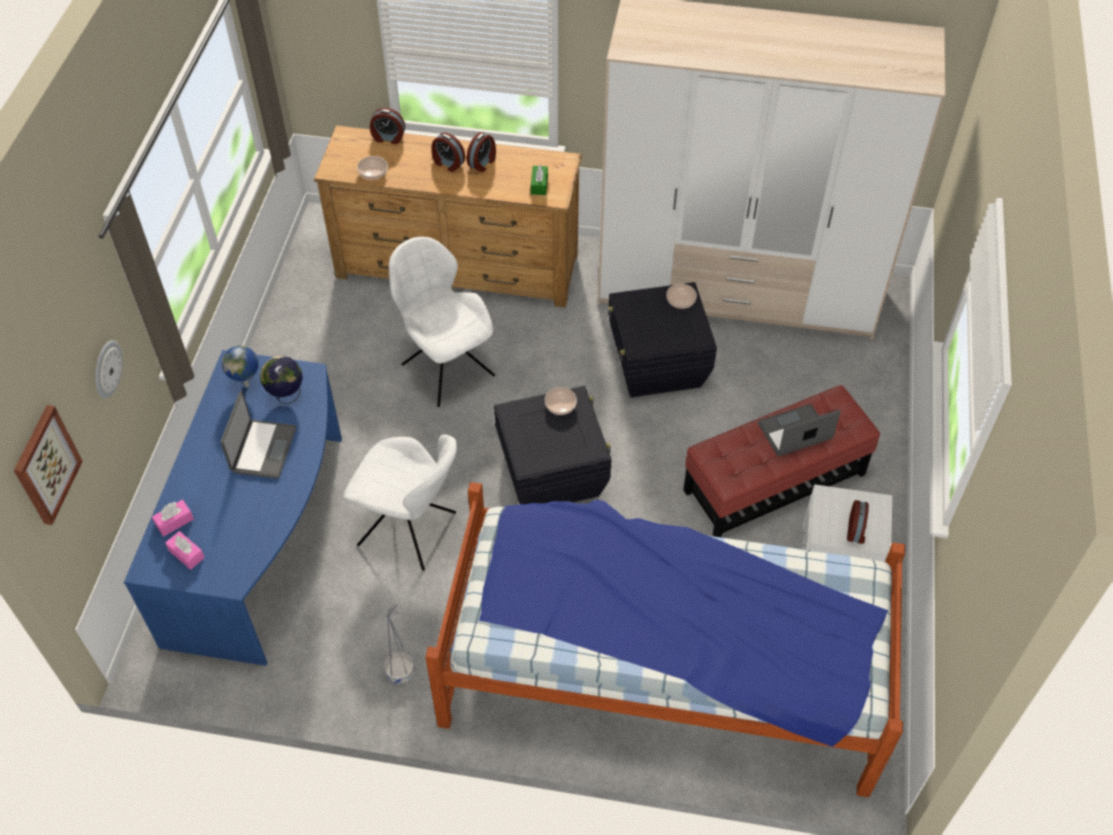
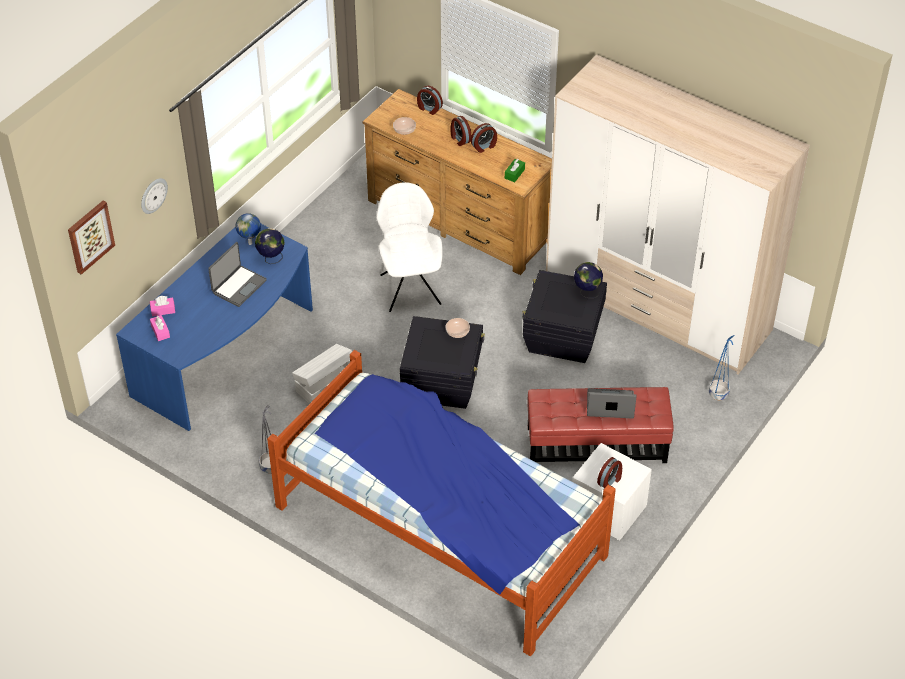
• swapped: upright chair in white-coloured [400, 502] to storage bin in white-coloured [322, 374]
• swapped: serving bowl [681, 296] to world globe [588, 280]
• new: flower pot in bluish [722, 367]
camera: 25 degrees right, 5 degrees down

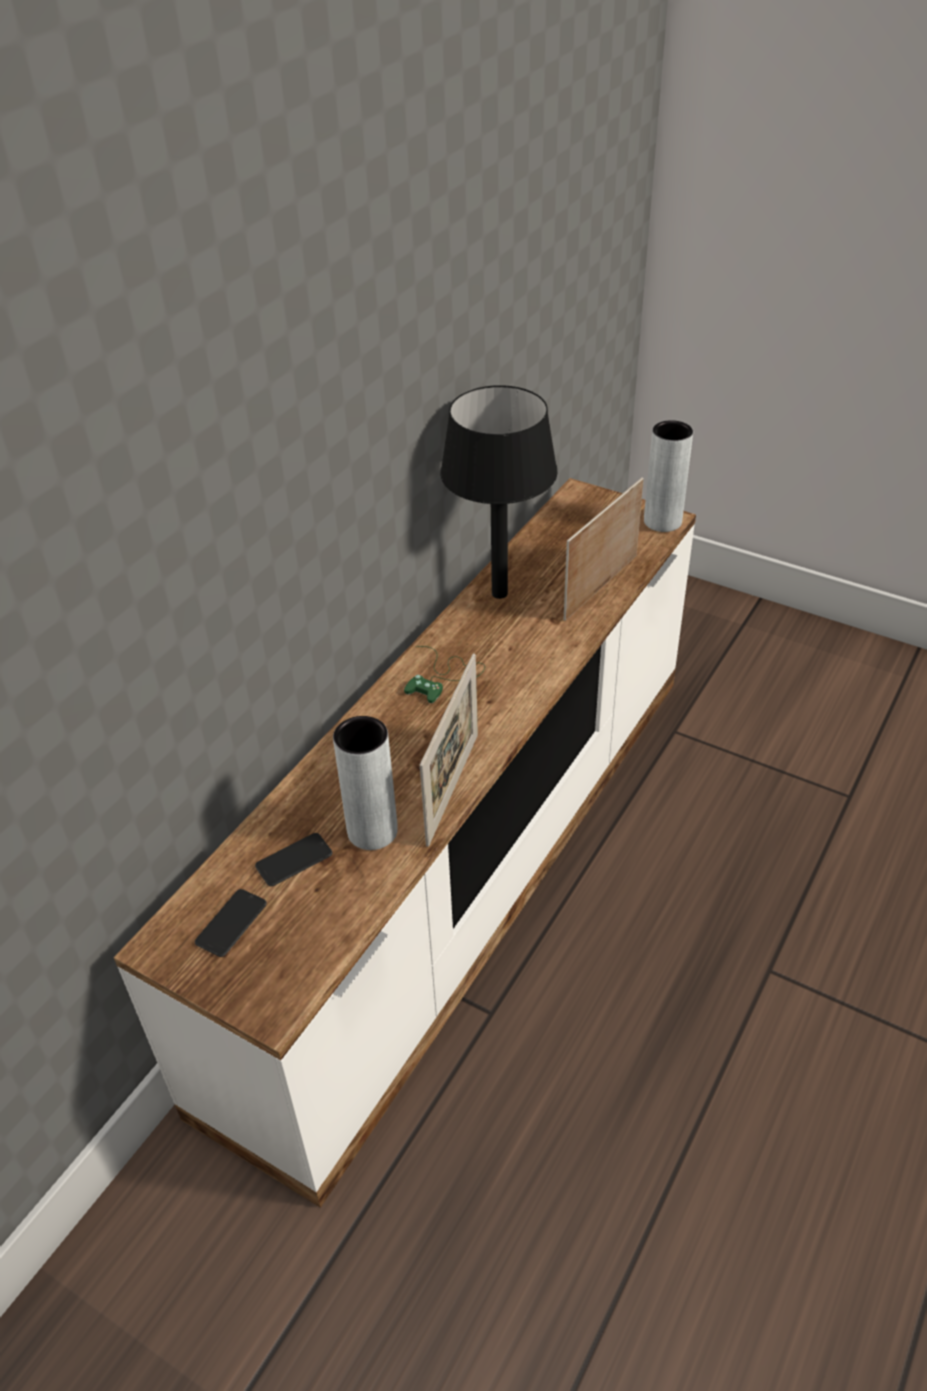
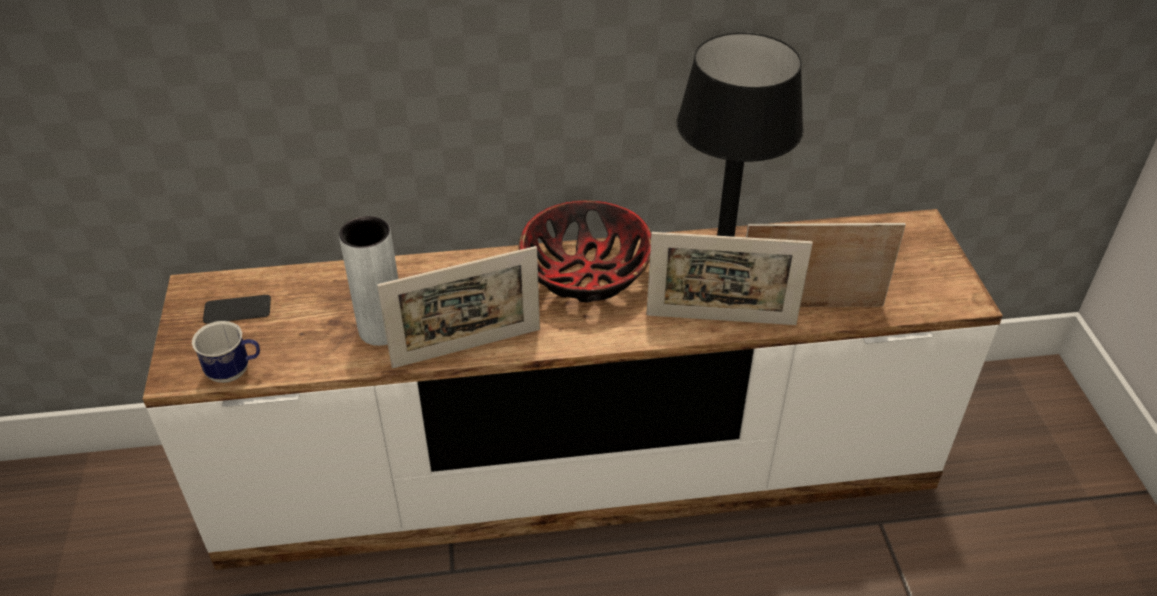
• new: mug [226, 352]
• swapped: joypad in greenish [444, 674] to serving bowl [585, 251]
• new: photo frame [729, 278]
• gone: telephone [293, 859]
• gone: vase in grey [668, 476]
camera: 50 degrees right, 0 degrees up

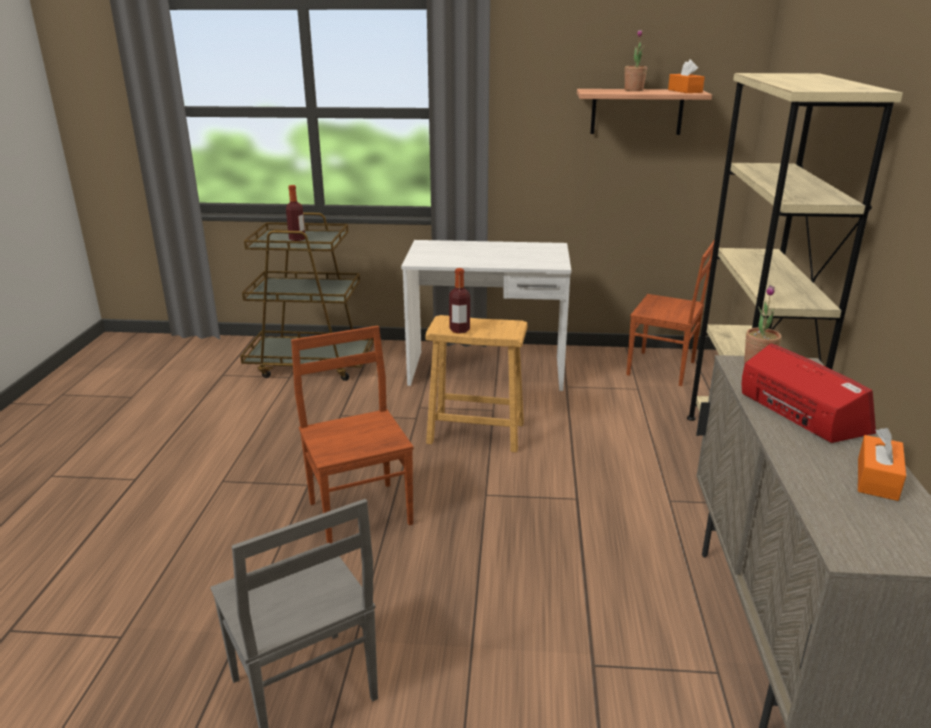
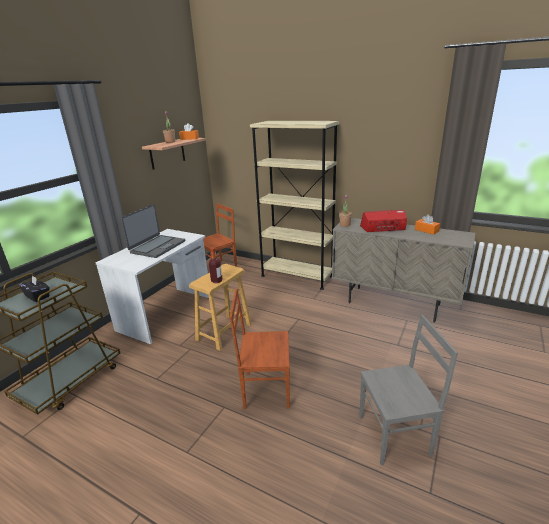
• swapped: beverage bottle [295, 213] to tissue box in black [34, 288]
• new: portable computer [153, 231]
camera: 65 degrees left, 0 degrees up

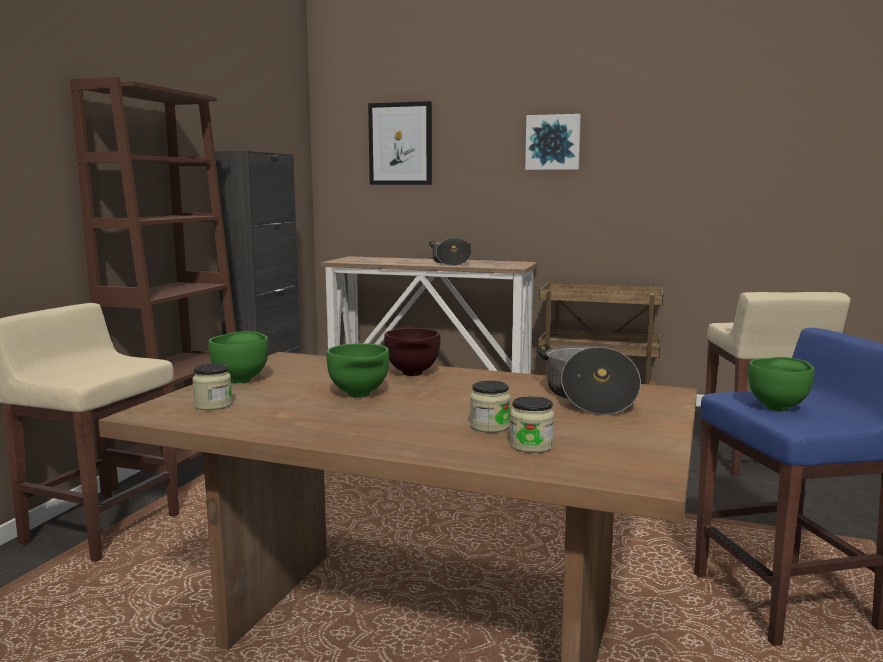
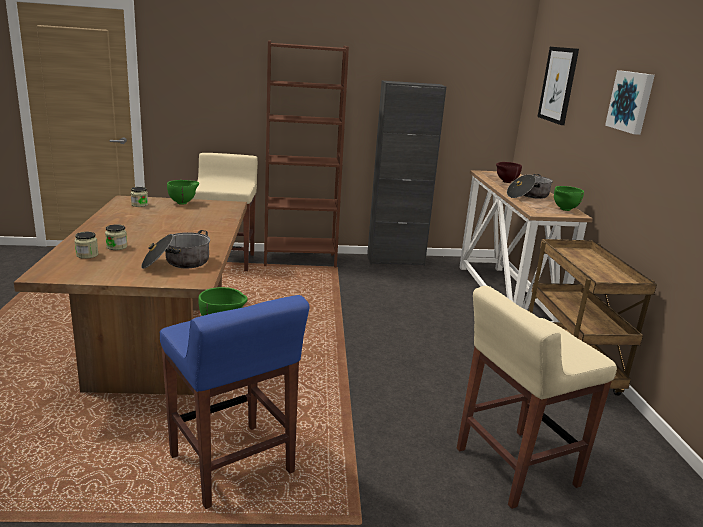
• shifted: serving bowl in brownish [412, 352] to [509, 172]
• shifted: serving bowl in greenish [358, 370] to [569, 198]
camera: 65 degrees right, 10 degrees up

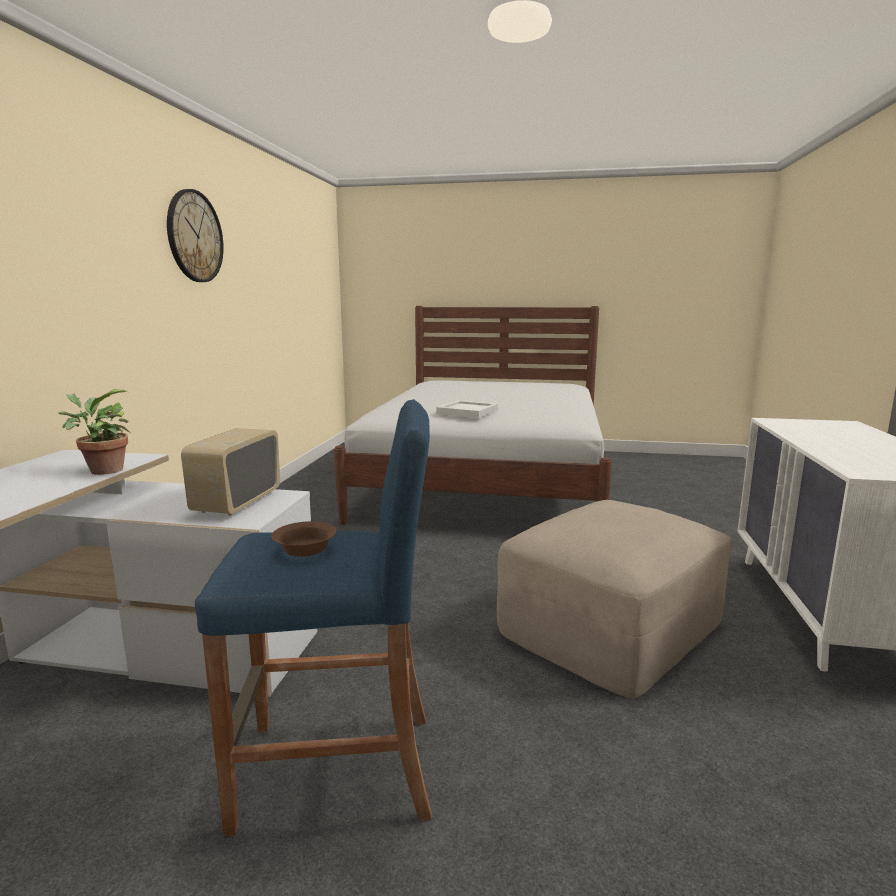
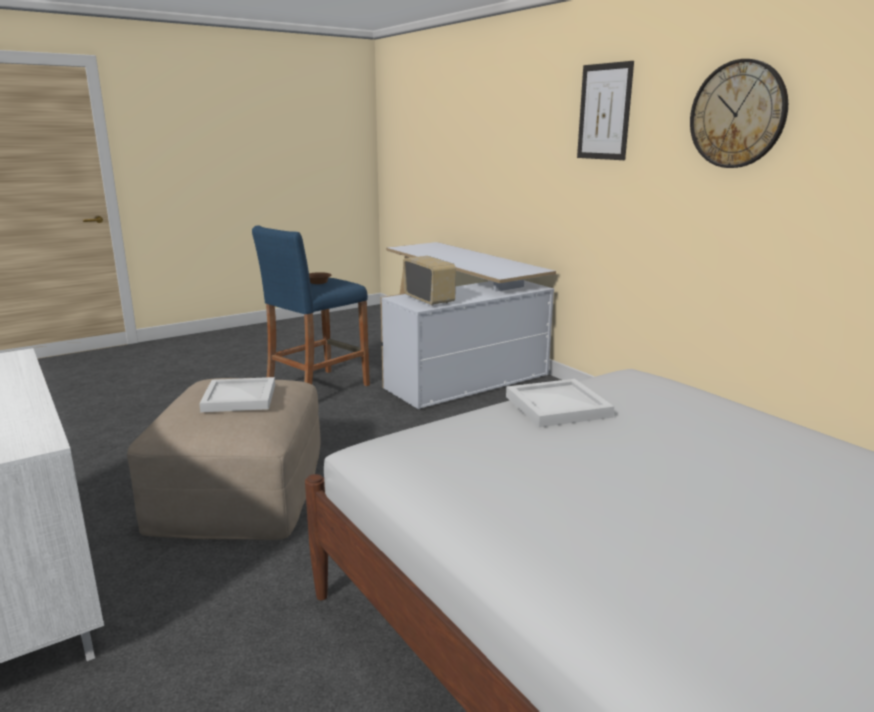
• new: serving tray in white-coloured [237, 394]
• new: picture [605, 110]
• gone: houseplant [94, 432]
camera: 135 degrees right, 5 degrees up

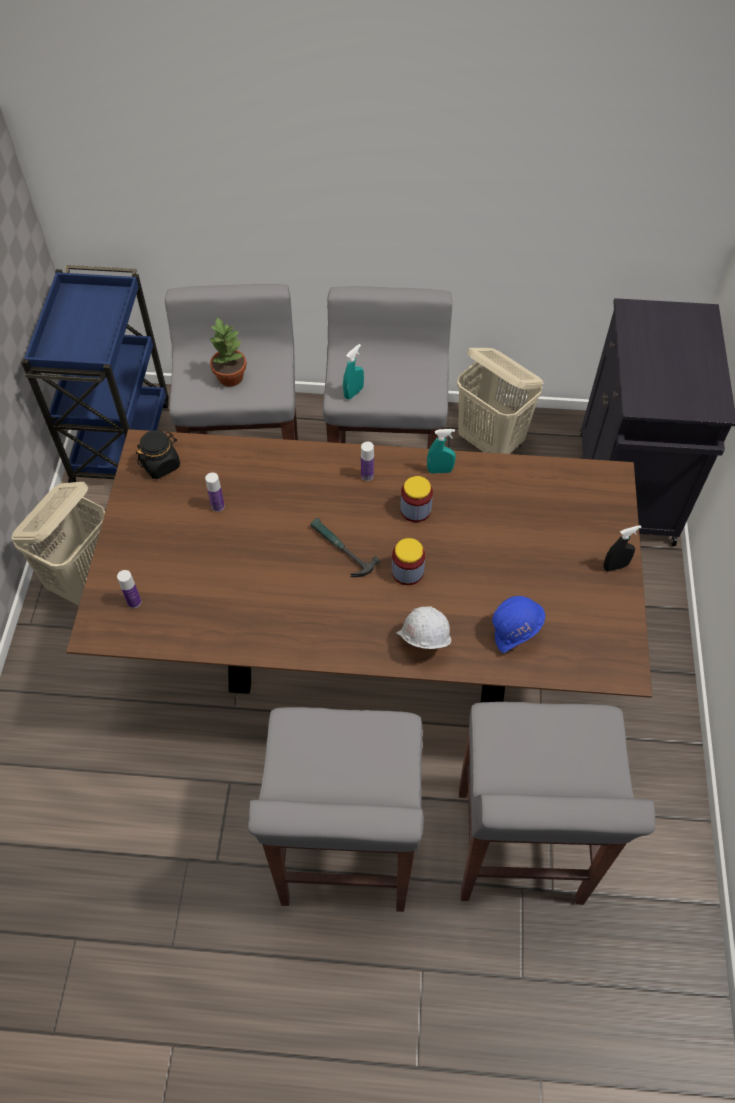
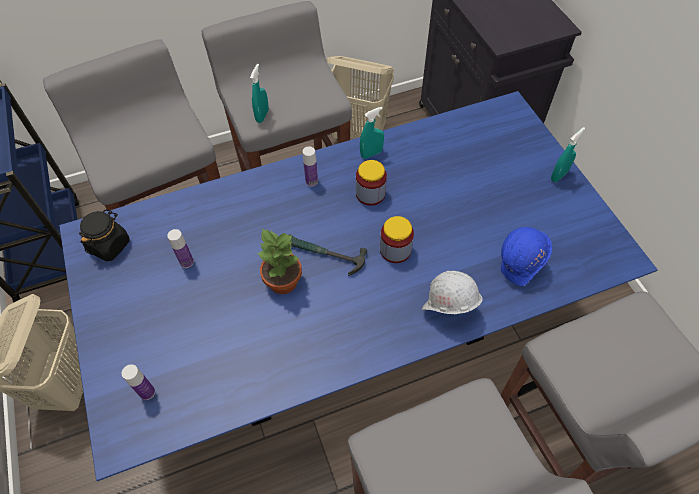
• repainted: dinner table in brownish [359, 566] to dinner table in bluish [358, 286]
• shifted: houseplant [228, 352] to [279, 261]
• repainted: hand sprayer in black [622, 548] to hand sprayer in turquoise [568, 154]
camera: 25 degrees left, 0 degrees up

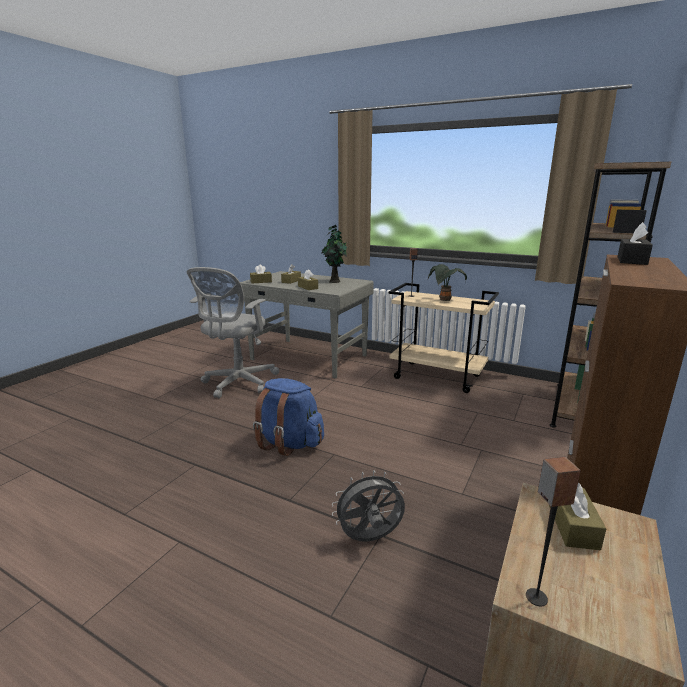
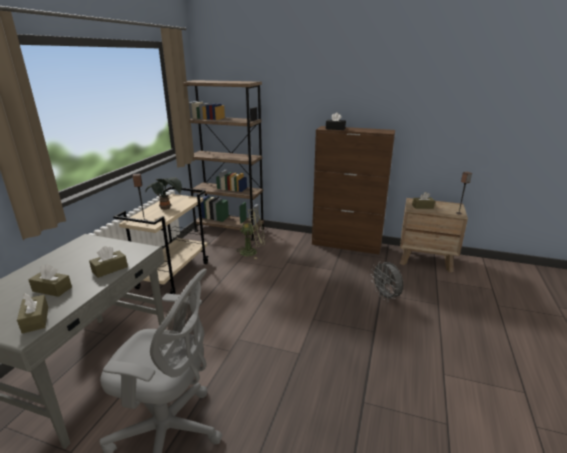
• new: fan in greenish [250, 234]
• gone: backpack in bluish [288, 417]
• gone: houseplant [334, 254]
camera: 100 degrees left, 5 degrees up

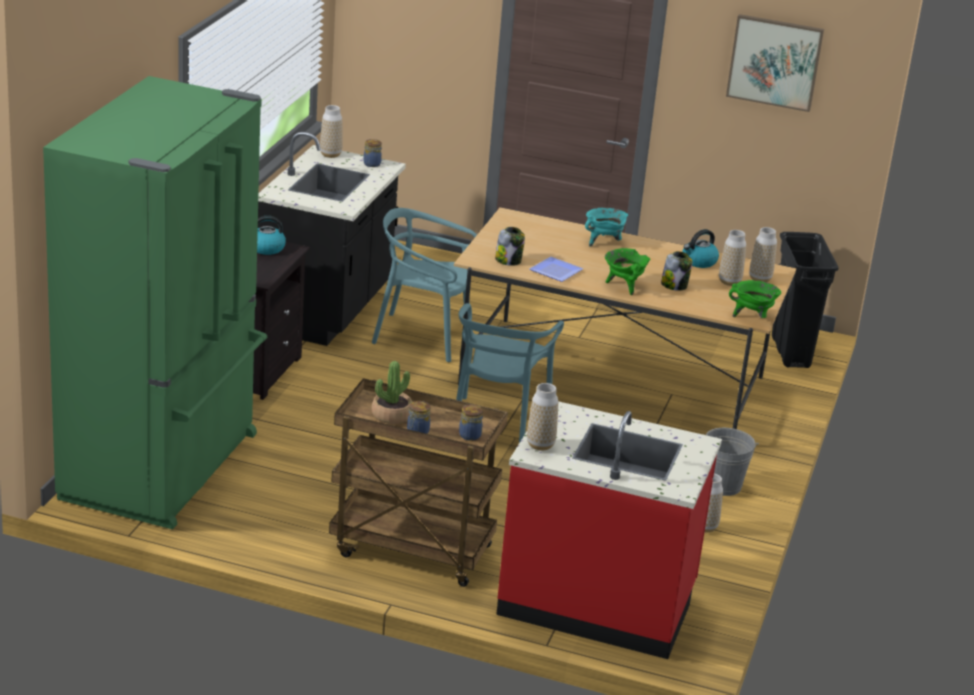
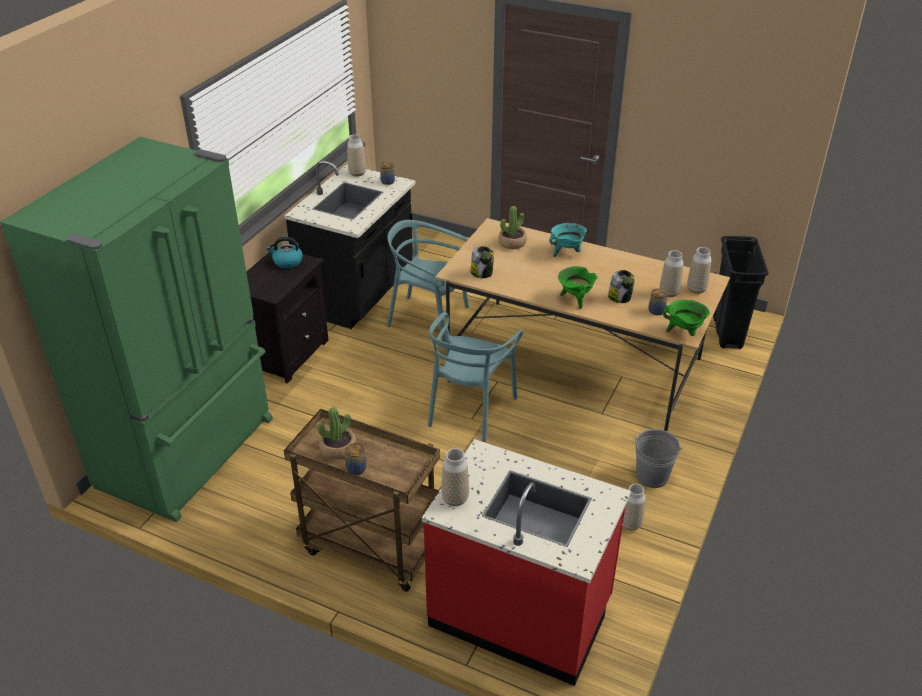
• new: houseplant [512, 227]
• shifted: preserve jar [471, 423] to [658, 302]
• gone: plate [556, 269]
• gone: water kettle [700, 248]
• gone: picture [775, 63]
camera: 10 degrees right, 10 degrees up

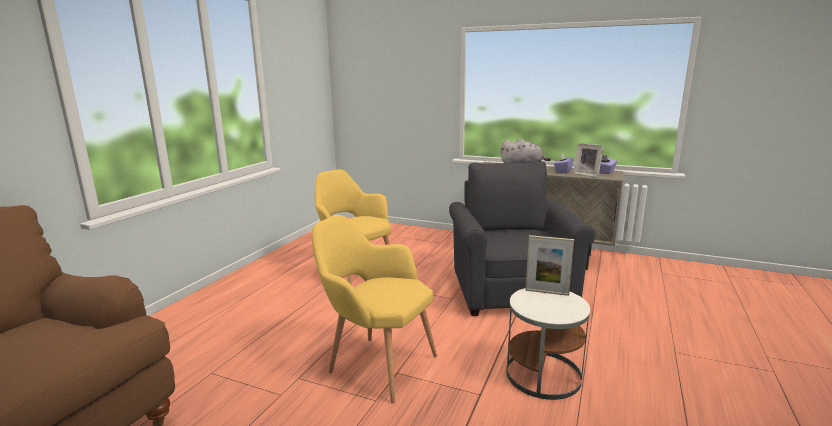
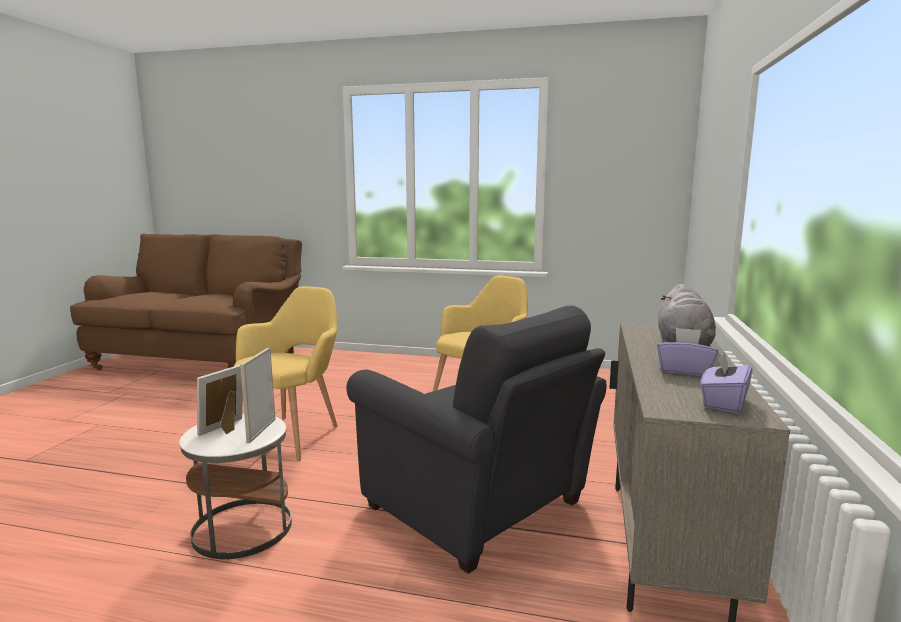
• shifted: photo frame [588, 160] to [220, 400]
• rotated: lounge chair in grey [522, 239] = [476, 440] 60 degrees clockwise
camera: 80 degrees right, 5 degrees down

